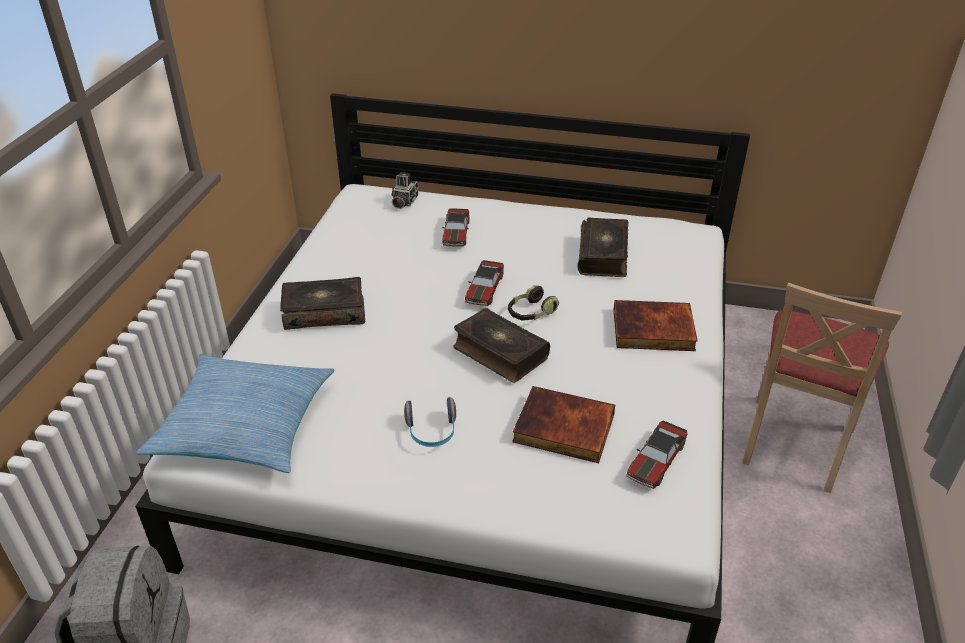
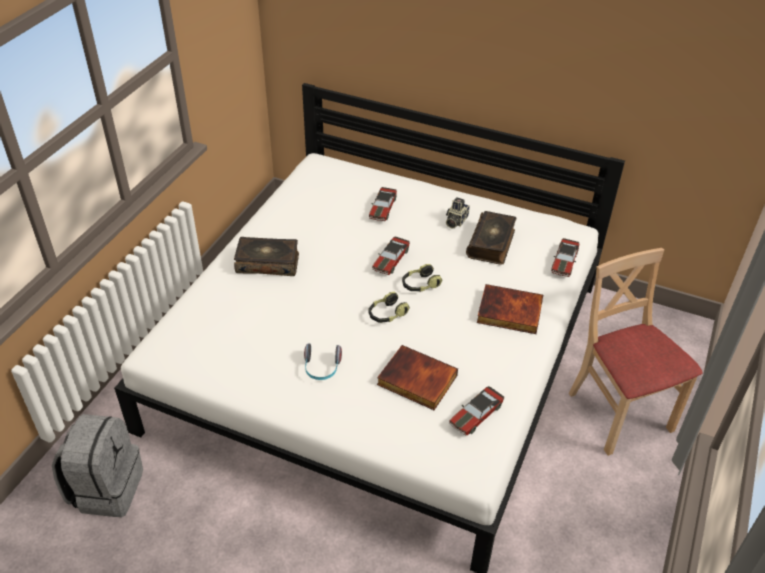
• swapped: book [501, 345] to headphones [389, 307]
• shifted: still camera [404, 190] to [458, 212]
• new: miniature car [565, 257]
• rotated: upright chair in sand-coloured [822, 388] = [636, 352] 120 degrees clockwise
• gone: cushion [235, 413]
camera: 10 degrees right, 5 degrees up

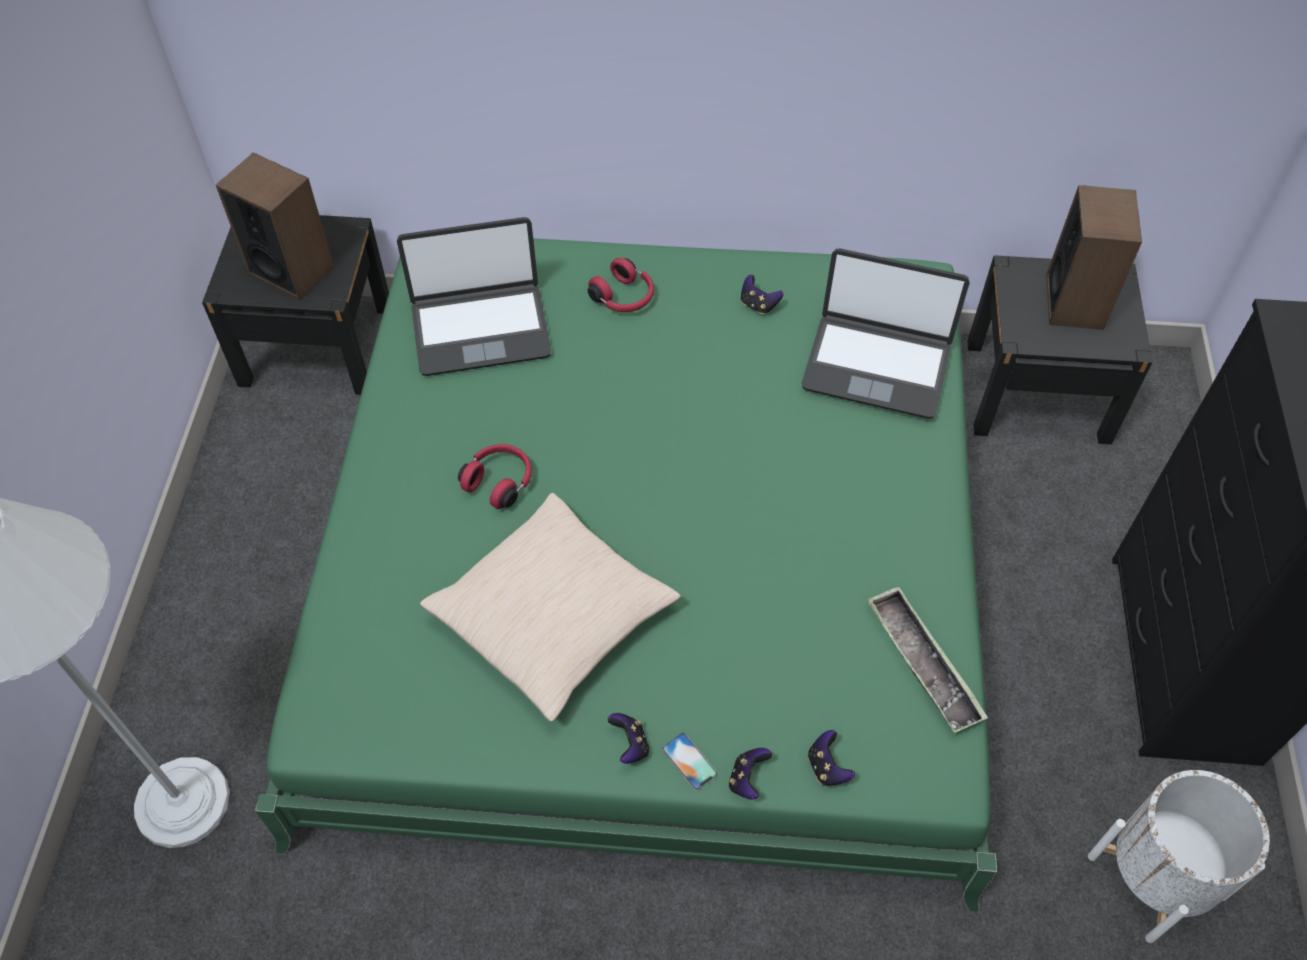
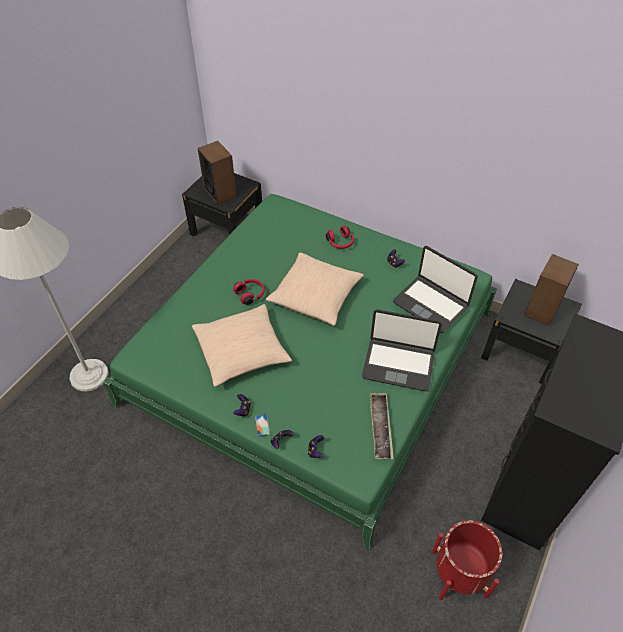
• new: cushion in sand-coloured [315, 289]
• shifted: portable computer [474, 296] to [402, 350]
• repainted: flower pot in white-coloured [1179, 856] to flower pot in reddish [467, 560]
camera: 25 degrees right, 5 degrees down

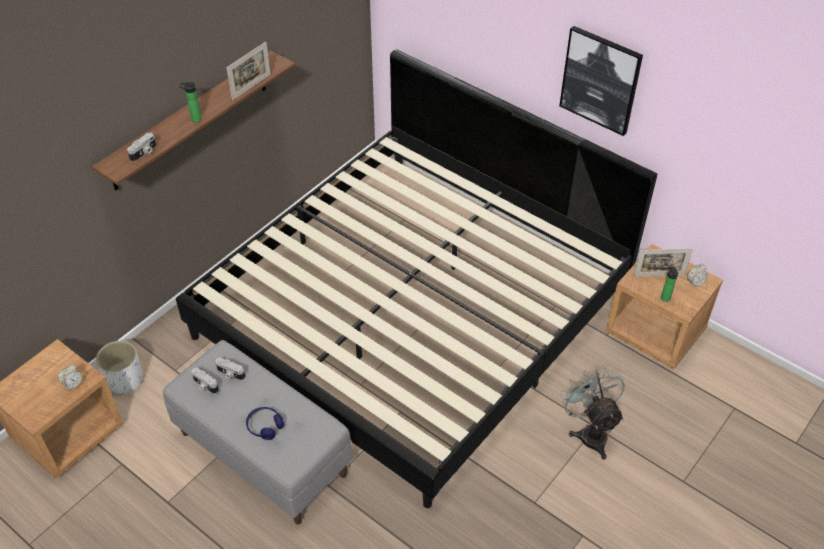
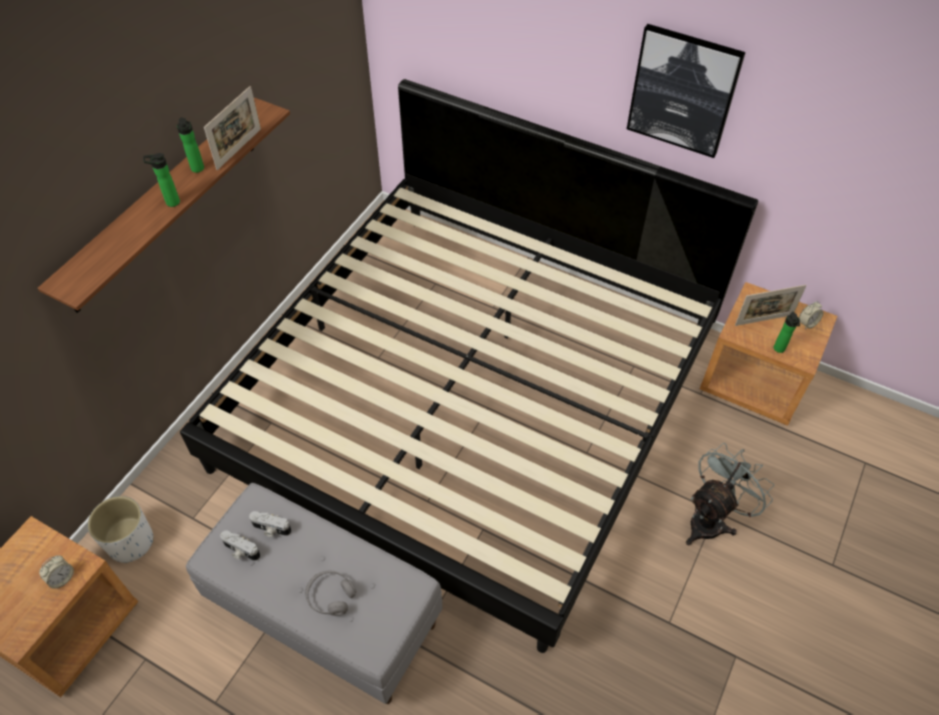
• new: beverage bottle [190, 145]
• repainted: headphones in bluish [265, 423] to headphones in grey [330, 593]
• rotated: fan in grey [592, 412] = [730, 494] 75 degrees clockwise
• gone: still camera [141, 147]
camera: 10 degrees left, 5 degrees up

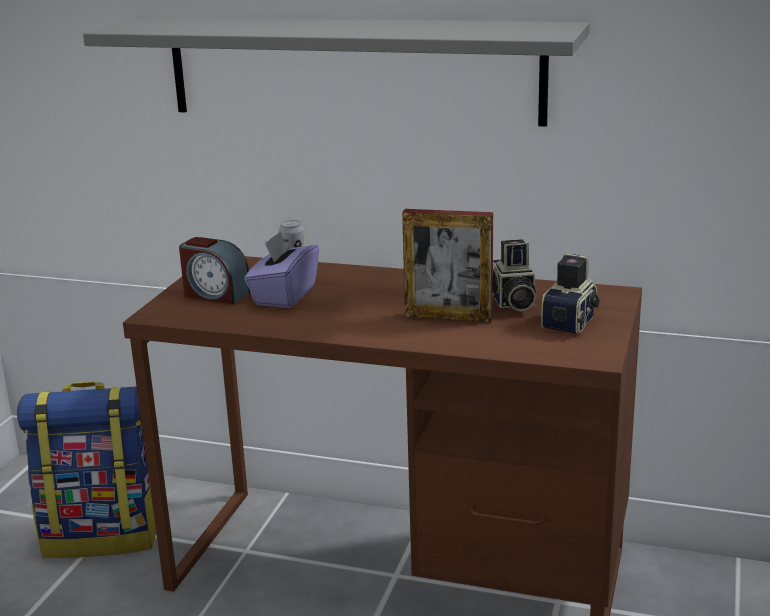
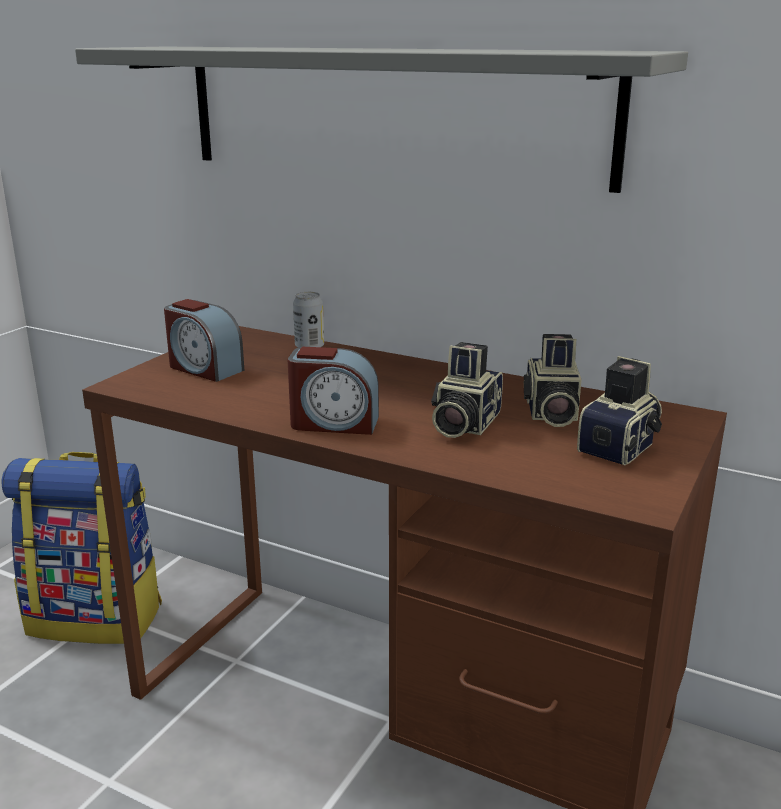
• new: alarm clock [333, 391]
• swapped: photo frame [447, 265] to still camera [467, 390]
• gone: tissue box in purplish [281, 269]
camera: 10 degrees right, 0 degrees up

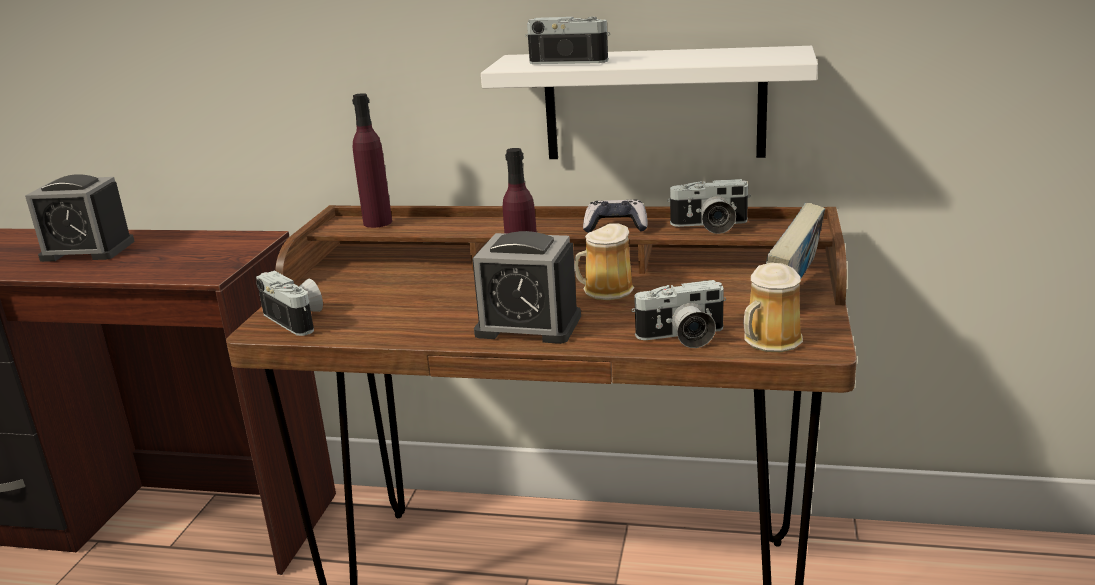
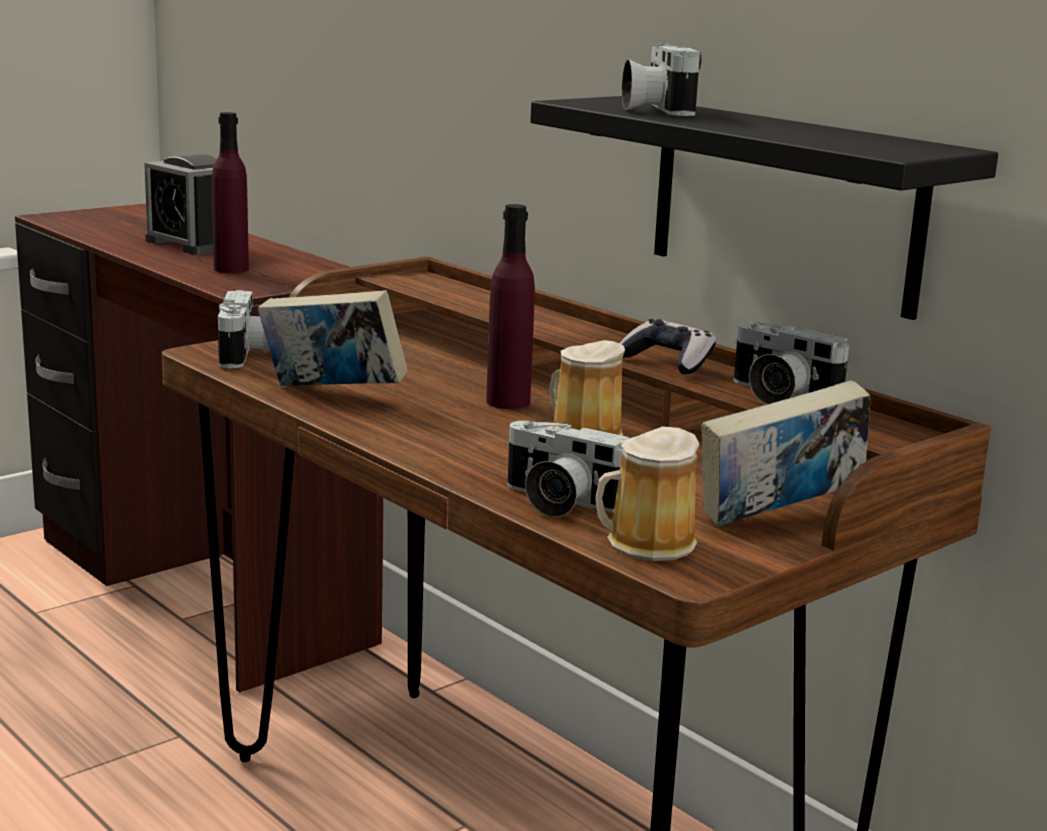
• shifted: beverage bottle in purplish [372, 160] to [230, 192]
• new: book [333, 338]
• repainted: bracket shelf in white-coloured [649, 102] to bracket shelf in black [764, 208]
• rotated: still camera [567, 40] = [661, 79] 150 degrees counterclockwise
• gone: alarm clock [526, 287]
camera: 35 degrees right, 5 degrees down

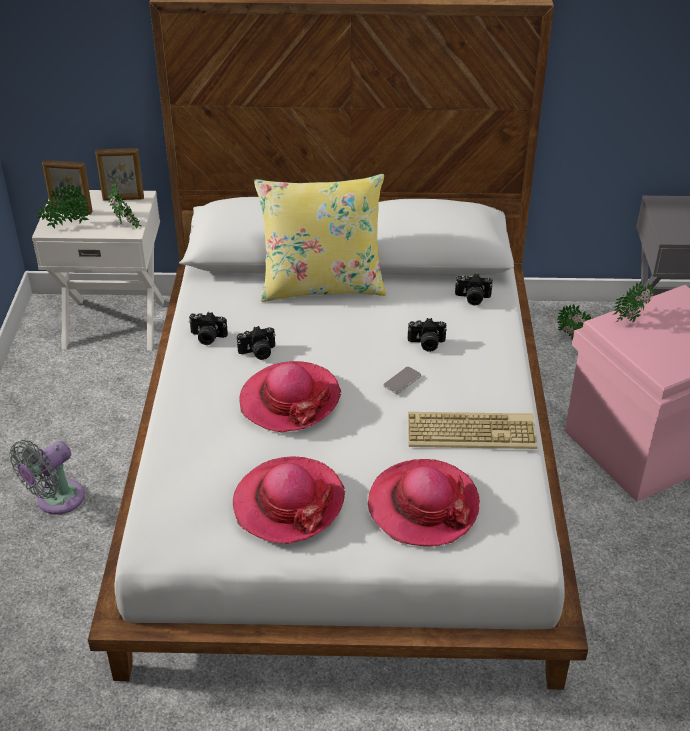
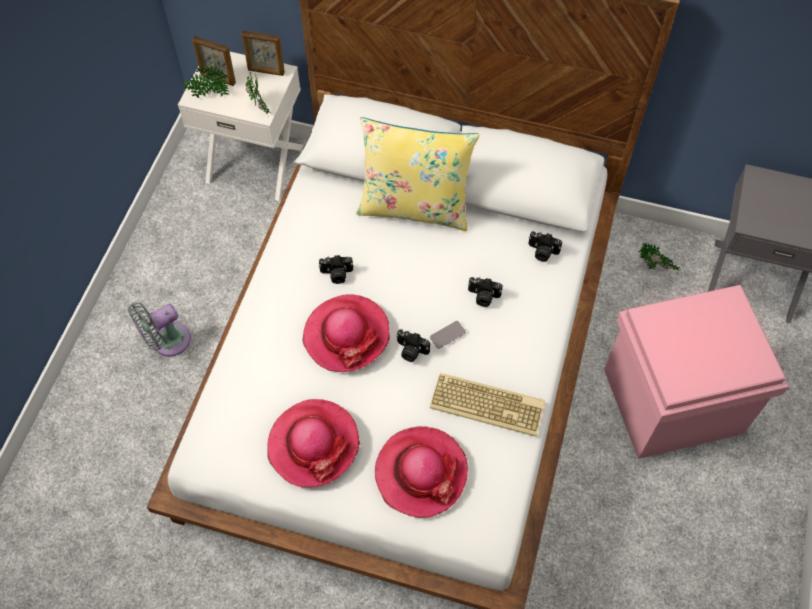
• shifted: still camera [208, 328] to [413, 345]
• gone: houseplant [634, 301]
camera: 15 degrees right, 20 degrees up

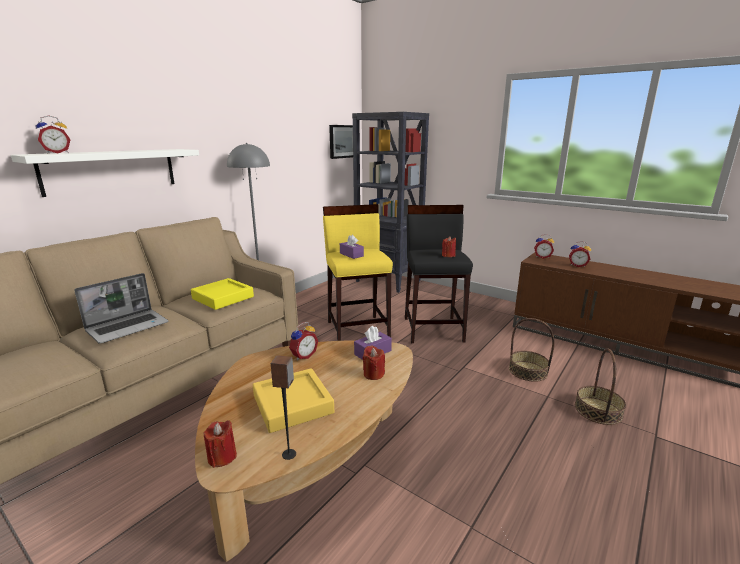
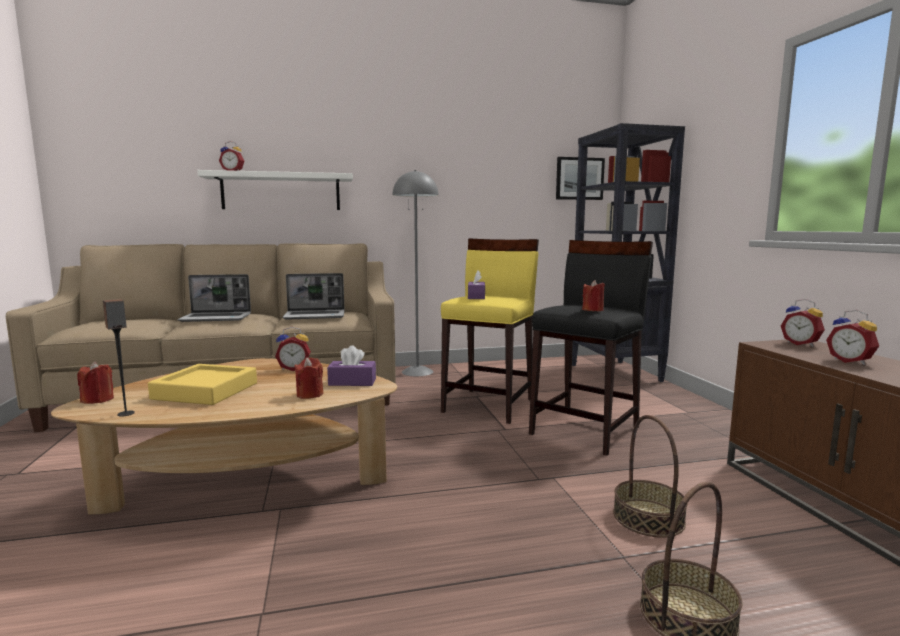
• swapped: serving tray in yellow [222, 294] to portable computer [314, 296]
camera: 40 degrees right, 10 degrees down

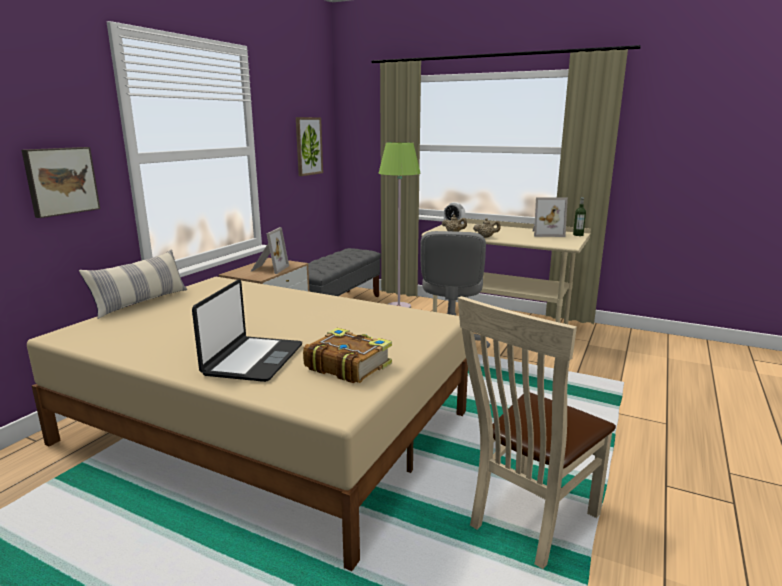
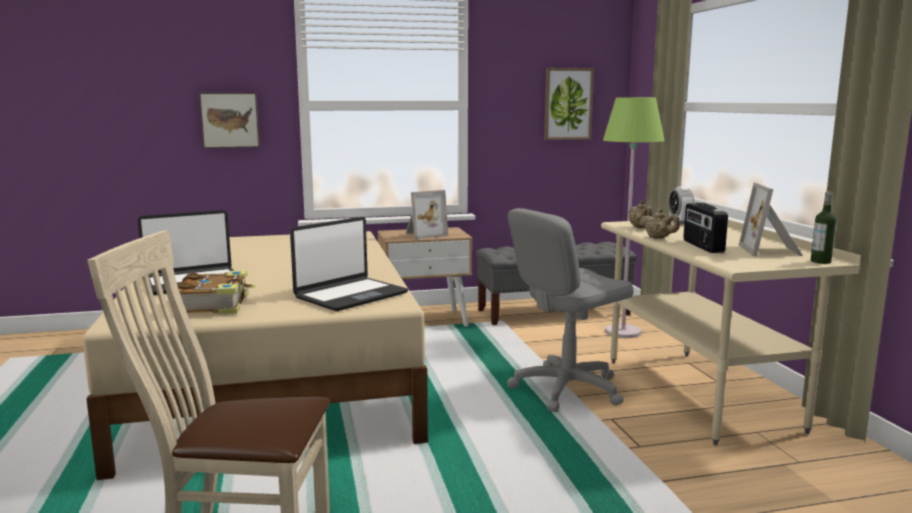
• new: portable computer [349, 264]
• new: radio receiver [705, 228]
• rotated: photo frame [550, 217] = [771, 219] 45 degrees clockwise
• gone: cushion [133, 284]
camera: 50 degrees right, 5 degrees down

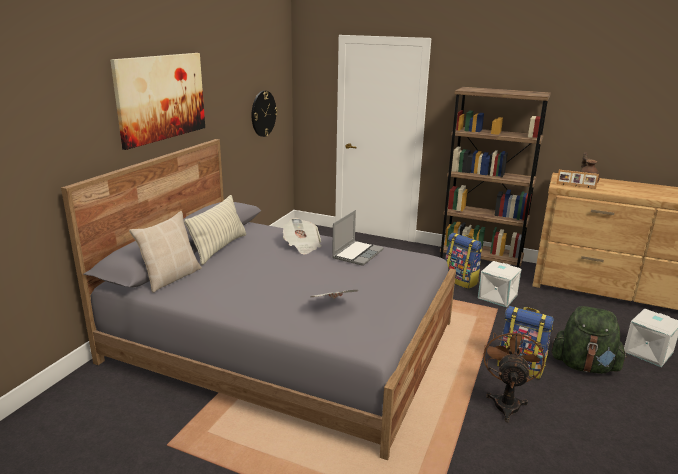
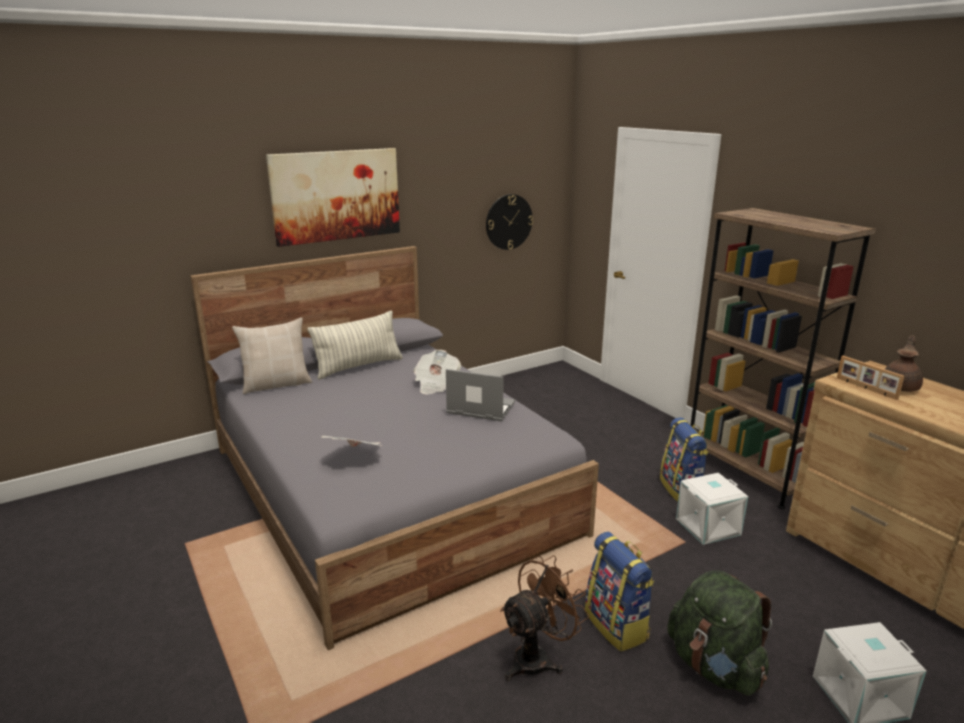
• rotated: portable computer [358, 238] = [480, 395] 135 degrees counterclockwise
camera: 35 degrees right, 0 degrees up

